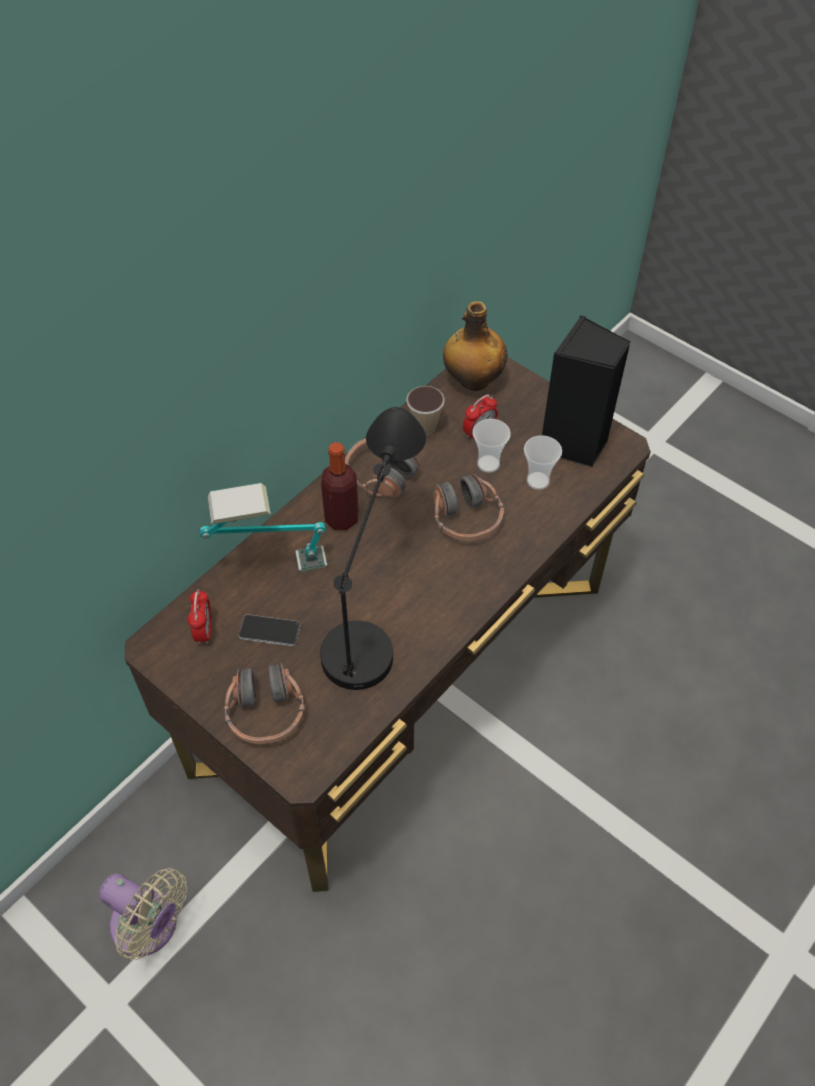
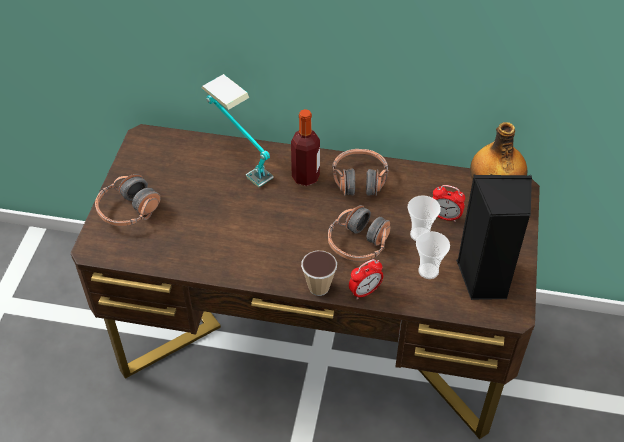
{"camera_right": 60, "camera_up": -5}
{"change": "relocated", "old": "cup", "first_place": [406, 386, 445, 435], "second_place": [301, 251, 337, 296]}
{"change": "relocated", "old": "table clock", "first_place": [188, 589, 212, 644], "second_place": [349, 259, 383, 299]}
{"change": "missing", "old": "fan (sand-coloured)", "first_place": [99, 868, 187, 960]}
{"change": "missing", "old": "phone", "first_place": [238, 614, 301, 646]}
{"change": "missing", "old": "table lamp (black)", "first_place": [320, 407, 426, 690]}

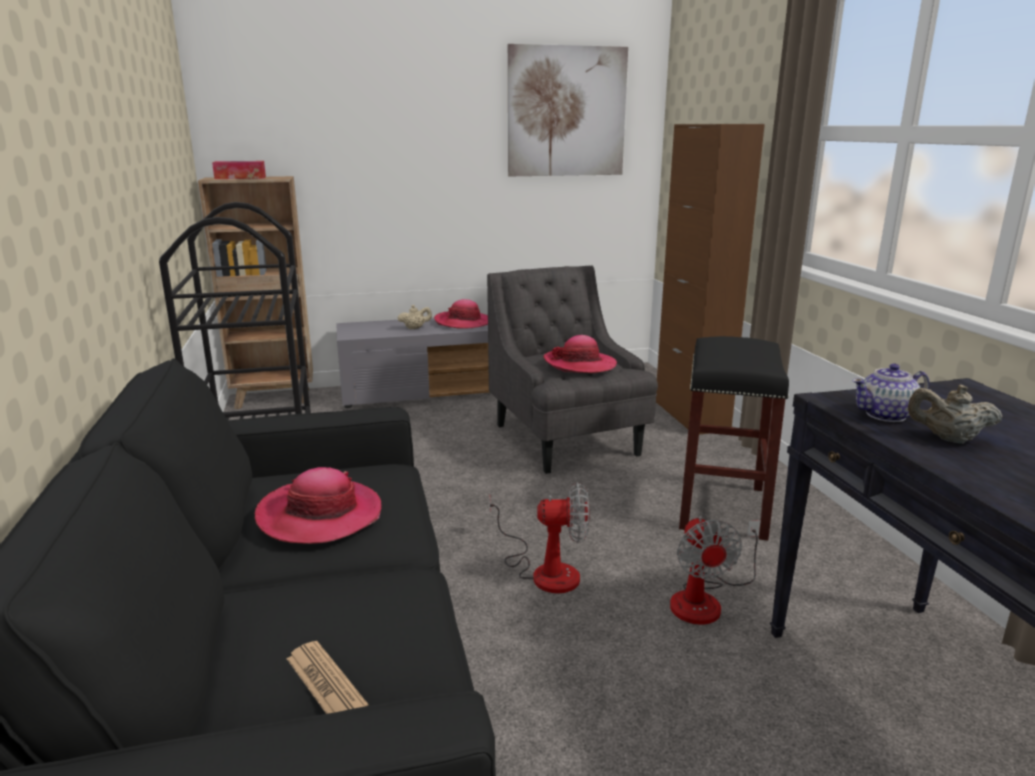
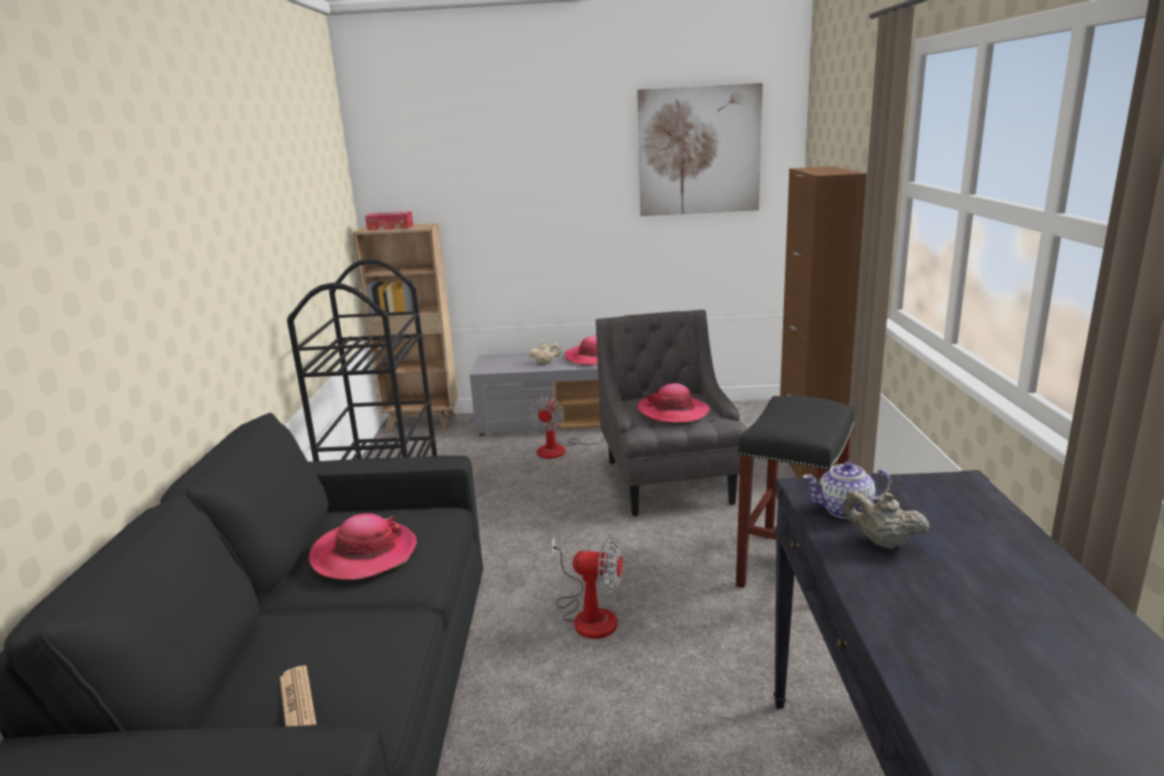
{"camera_right": 15, "camera_up": 0}
{"change": "relocated", "old": "fan", "first_place": [670, 516, 761, 625], "second_place": [528, 396, 605, 459]}

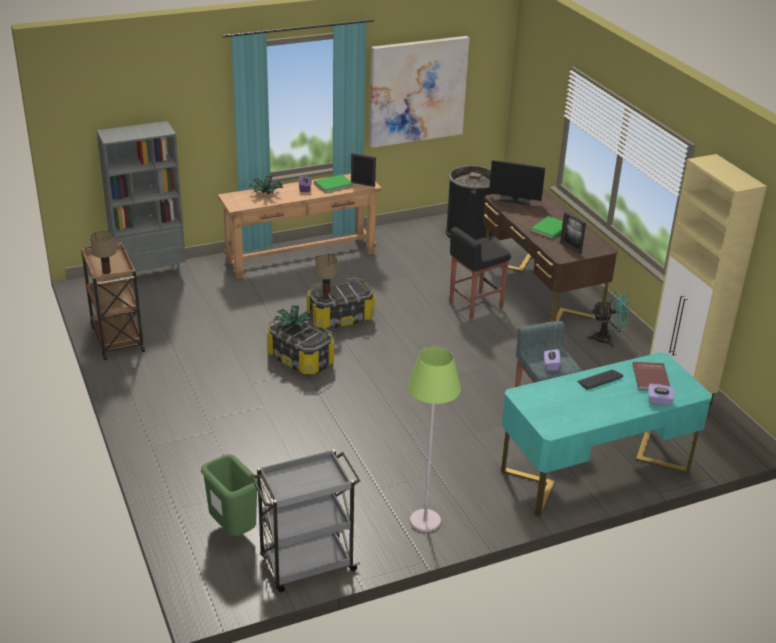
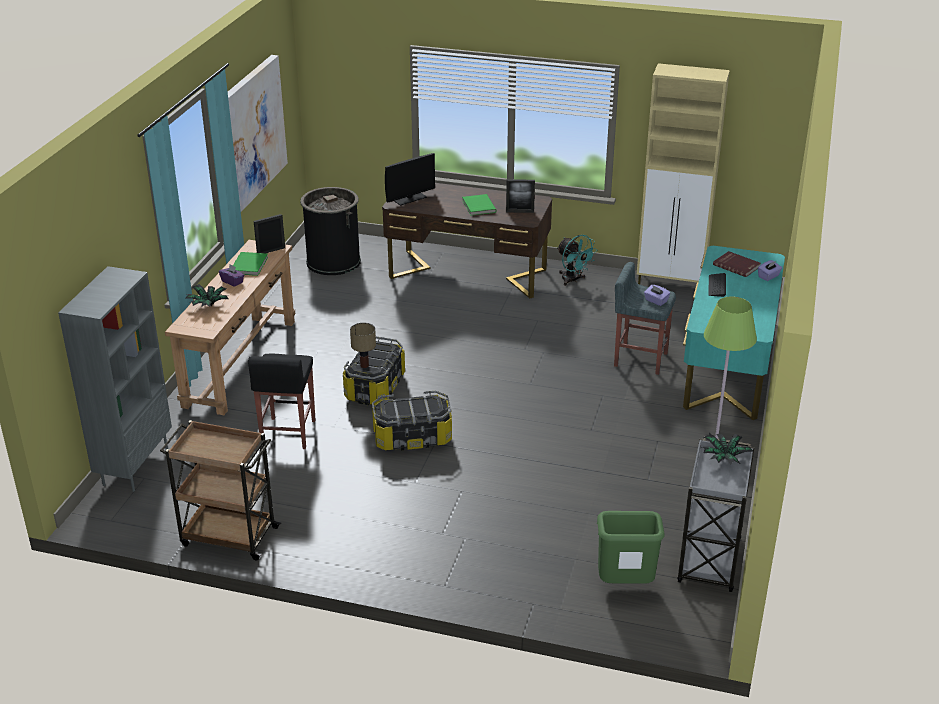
{"camera_right": -50, "camera_up": 0}
{"change": "relocated", "old": "stool (black)", "first_place": [450, 227, 510, 319], "second_place": [248, 354, 315, 449]}
{"change": "spun", "old": "fan (turquoise-coloured)", "first_place": [587, 291, 630, 347], "second_place": [557, 235, 597, 286], "degrees": 105}
{"change": "relocated", "old": "houseplant", "first_place": [274, 305, 313, 329], "second_place": [702, 433, 754, 465]}
{"change": "missing", "old": "table lamp", "first_place": [90, 231, 116, 274]}

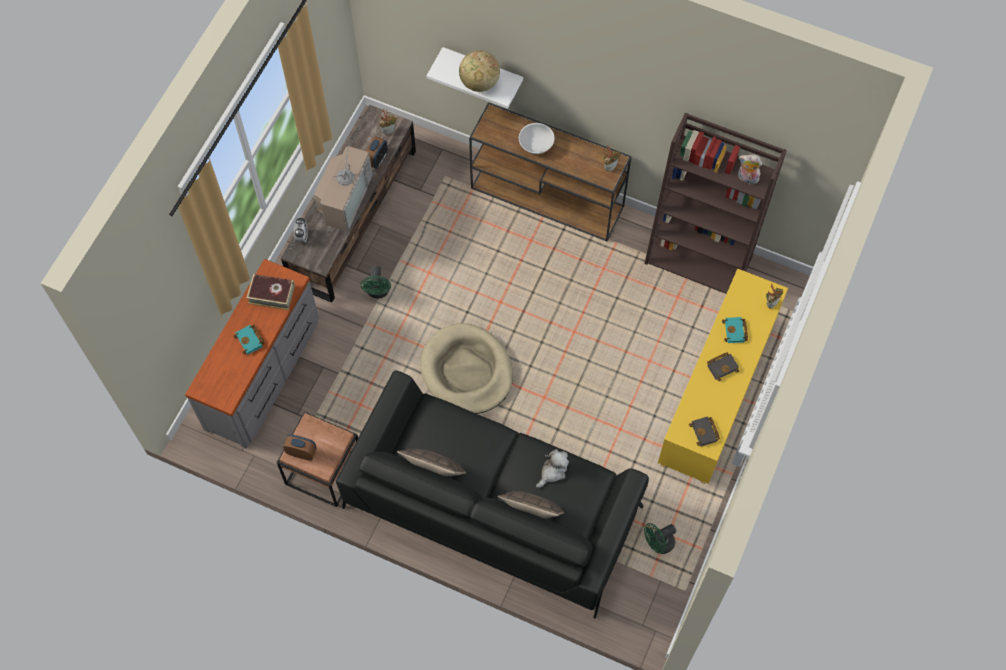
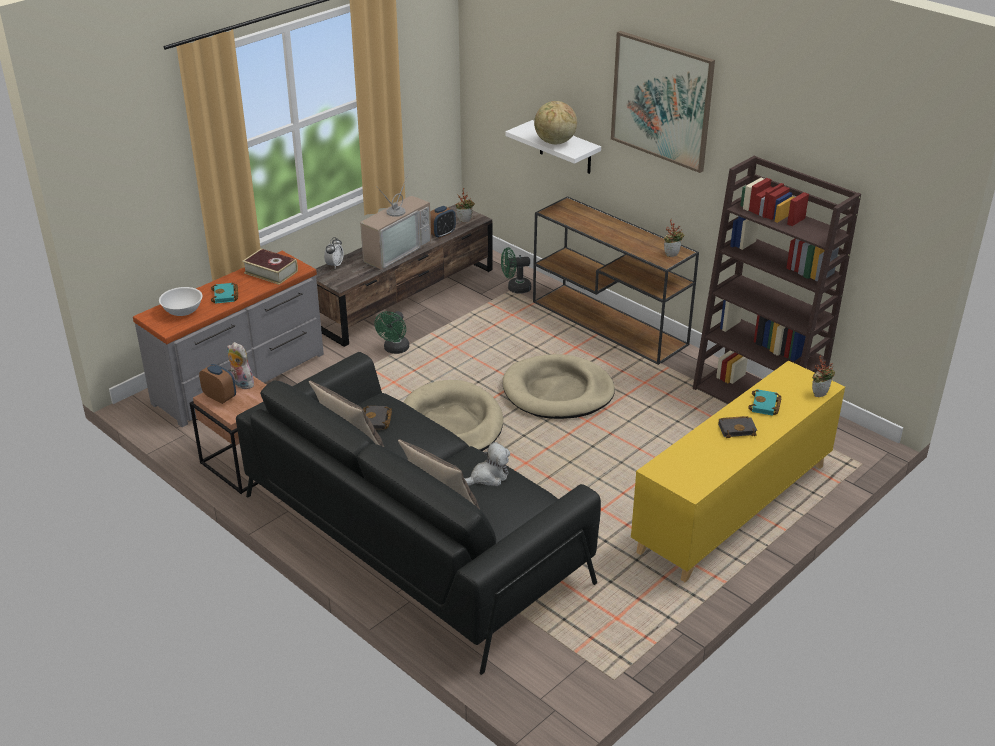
{"camera_right": 20, "camera_up": -30}
{"change": "relocated", "old": "deep dish (white-coloured)", "first_place": [519, 123, 555, 154], "second_place": [159, 287, 202, 316]}
{"change": "relocated", "old": "plush toy", "first_place": [738, 154, 762, 184], "second_place": [227, 342, 254, 389]}
{"change": "relocated", "old": "book (black)", "first_place": [689, 416, 720, 446], "second_place": [363, 406, 392, 430]}
{"change": "relocated", "old": "fan (green-coloured)", "first_place": [644, 523, 676, 554], "second_place": [501, 247, 531, 293]}
{"change": "appeared", "new": "dog bed (sand-coloured)", "second_place": [503, 354, 615, 419]}
{"change": "appeared", "new": "wall picture", "second_place": [611, 31, 715, 173]}

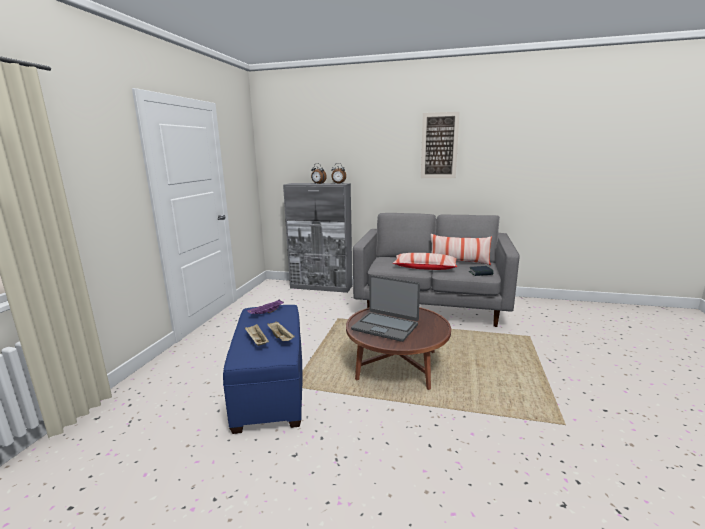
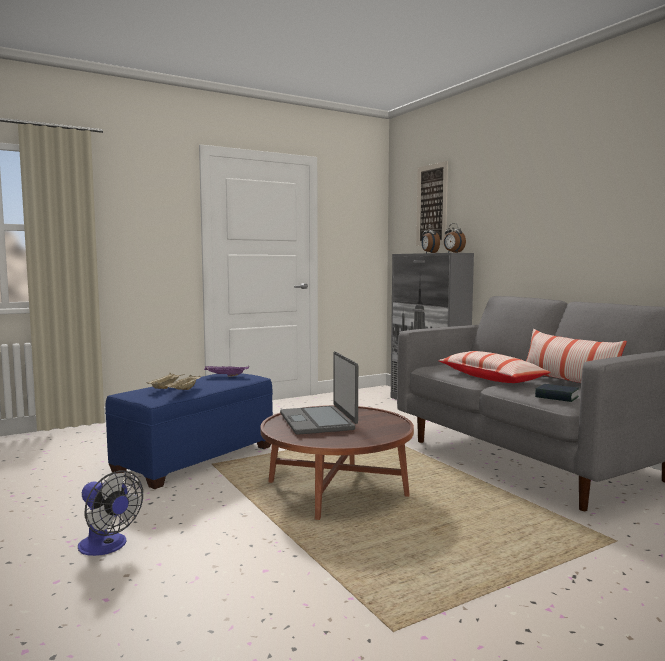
{"camera_right": 45, "camera_up": -10}
{"change": "appeared", "new": "fan", "second_place": [78, 470, 143, 556]}
{"change": "relocated", "old": "wall picture", "first_place": [421, 112, 460, 178], "second_place": [416, 161, 448, 246]}

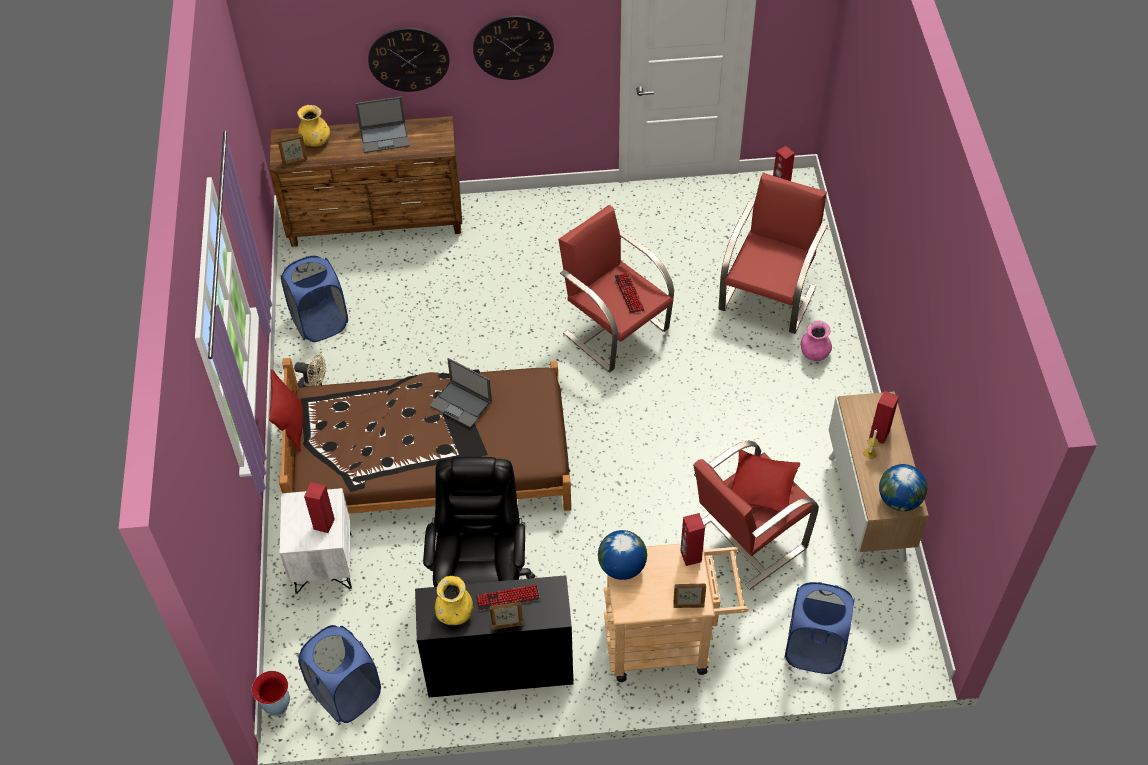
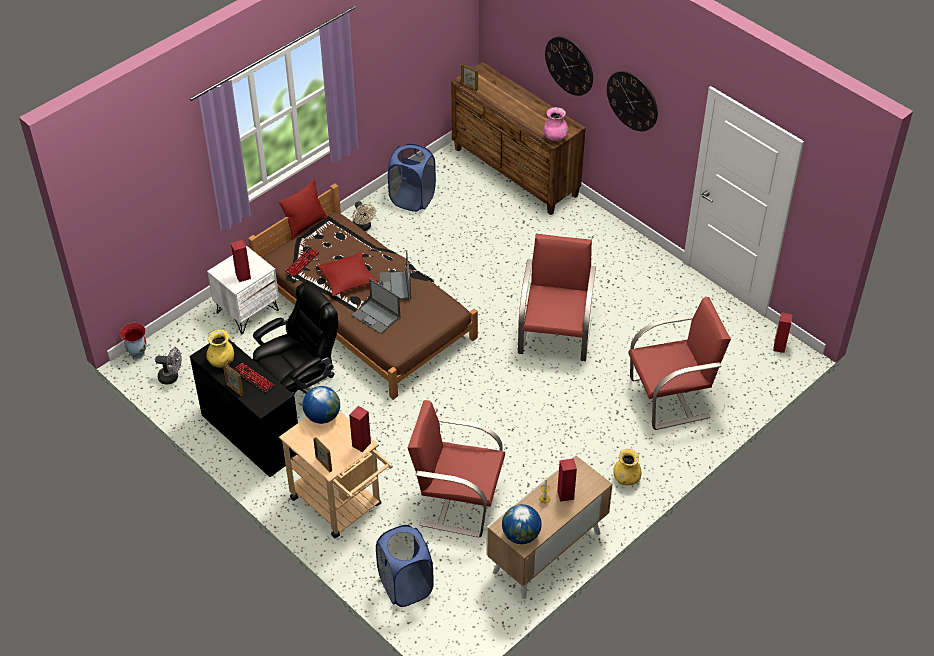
{"camera_right": 50, "camera_up": -5}
{"change": "exchanged", "old": "washing basket (blue-coloured)", "new": "fan (grey)", "first_place": [298, 625, 381, 723], "second_place": [155, 348, 182, 384]}
{"change": "relocated", "old": "keyboard", "first_place": [614, 273, 645, 313], "second_place": [285, 248, 319, 277]}
{"change": "relocated", "old": "pillow (red-coloured)", "first_place": [731, 450, 800, 517], "second_place": [317, 252, 378, 296]}
{"change": "relocated", "old": "laptop", "first_place": [355, 96, 410, 153], "second_place": [352, 278, 400, 334]}
{"change": "relocated", "old": "flower vase (pink)", "first_place": [801, 321, 832, 361], "second_place": [544, 107, 568, 141]}
{"change": "relocated", "old": "flower vase (yellowish)", "first_place": [297, 105, 330, 147], "second_place": [613, 449, 641, 486]}

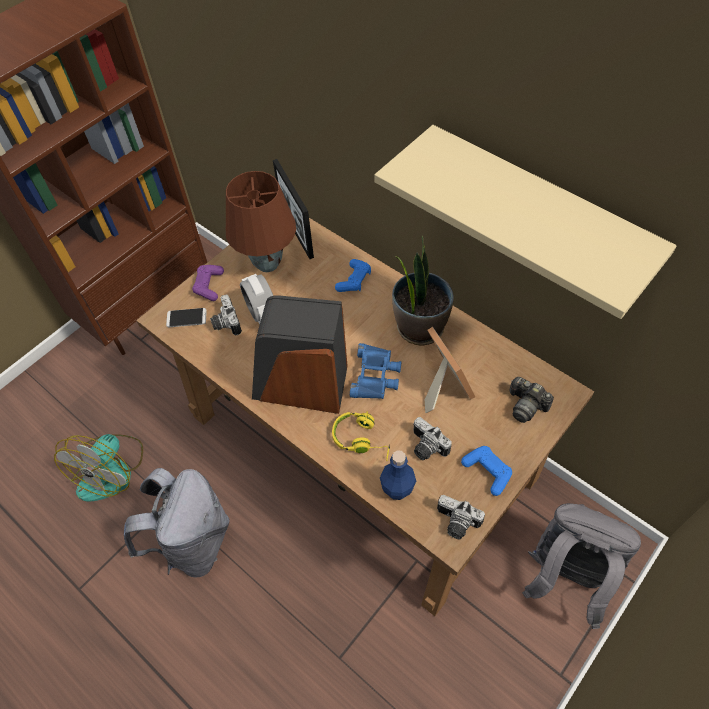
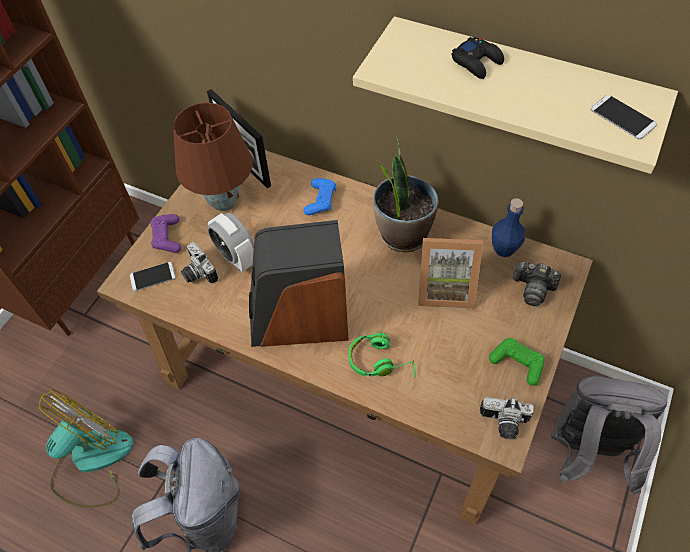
{"camera_right": -15, "camera_up": 0}
{"change": "spun", "old": "fan", "first_place": [54, 434, 143, 502], "second_place": [38, 389, 133, 508], "degrees": -150}
{"change": "colour", "old": "headset (yellowish)", "new": "headset (green-coloured)", "first_place": [332, 411, 390, 461], "second_place": [348, 330, 416, 377]}
{"change": "spun", "old": "photo frame", "first_place": [425, 327, 475, 413], "second_place": [418, 238, 483, 309], "degrees": 135}
{"change": "appeared", "new": "joypad (black)", "second_place": [452, 37, 504, 79]}
{"change": "colour", "old": "joypad (blue-coloured)", "new": "joypad (green-coloured)", "first_place": [461, 446, 512, 496], "second_place": [489, 338, 544, 386]}
{"change": "relocated", "old": "beverage bottle (blue-coloured)", "first_place": [380, 450, 416, 500], "second_place": [492, 198, 525, 257]}
{"change": "appeared", "new": "phone", "second_place": [591, 95, 657, 139]}
{"change": "missing", "old": "binoculars (blue-coloured)", "first_place": [350, 343, 401, 399]}
{"change": "missing", "old": "photo camera", "first_place": [413, 417, 452, 460]}

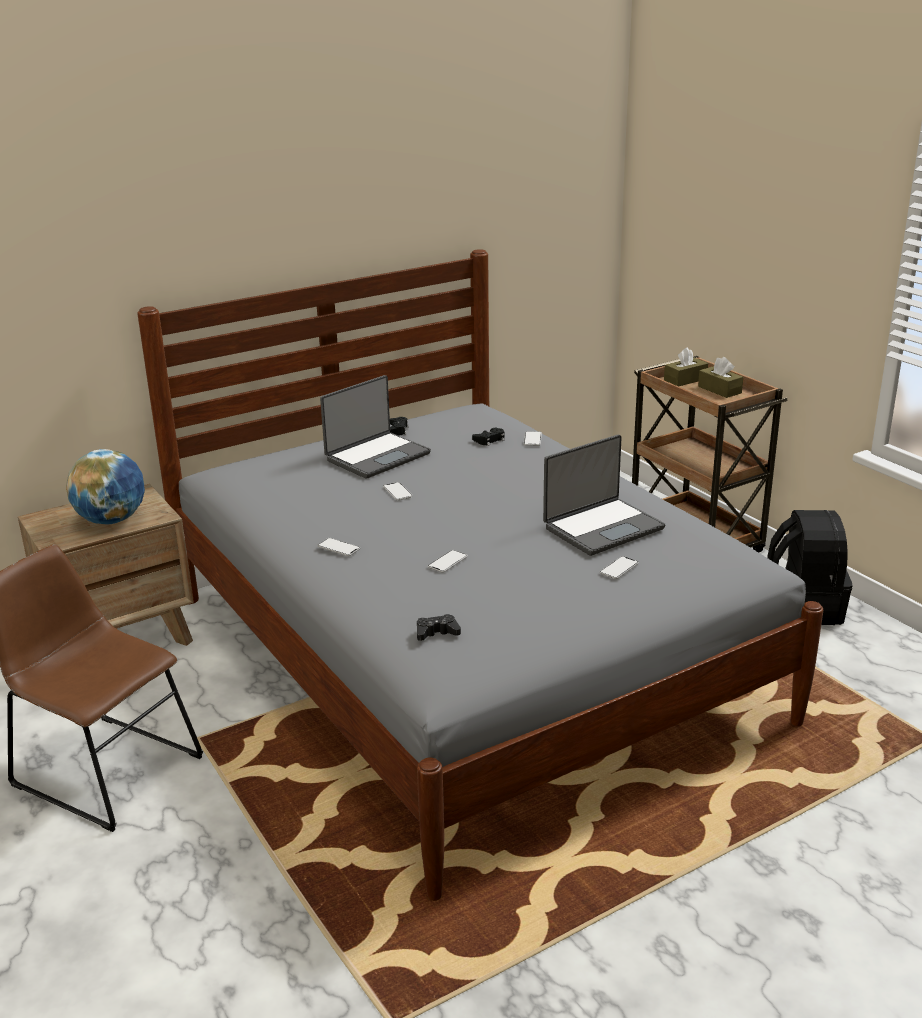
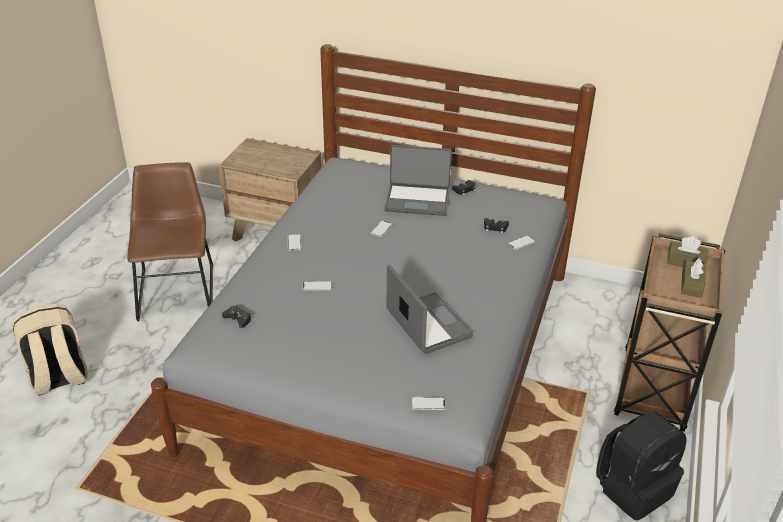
{"camera_right": 50, "camera_up": 10}
{"change": "appeared", "new": "rucksack (sand-coloured)", "second_place": [12, 304, 88, 396]}
{"change": "spun", "old": "laptop", "first_place": [543, 435, 666, 556], "second_place": [386, 265, 473, 354], "degrees": -135}
{"change": "relocated", "old": "phone", "first_place": [600, 556, 639, 579], "second_place": [411, 397, 446, 410]}
{"change": "missing", "old": "desk globe", "first_place": [66, 449, 145, 525]}

